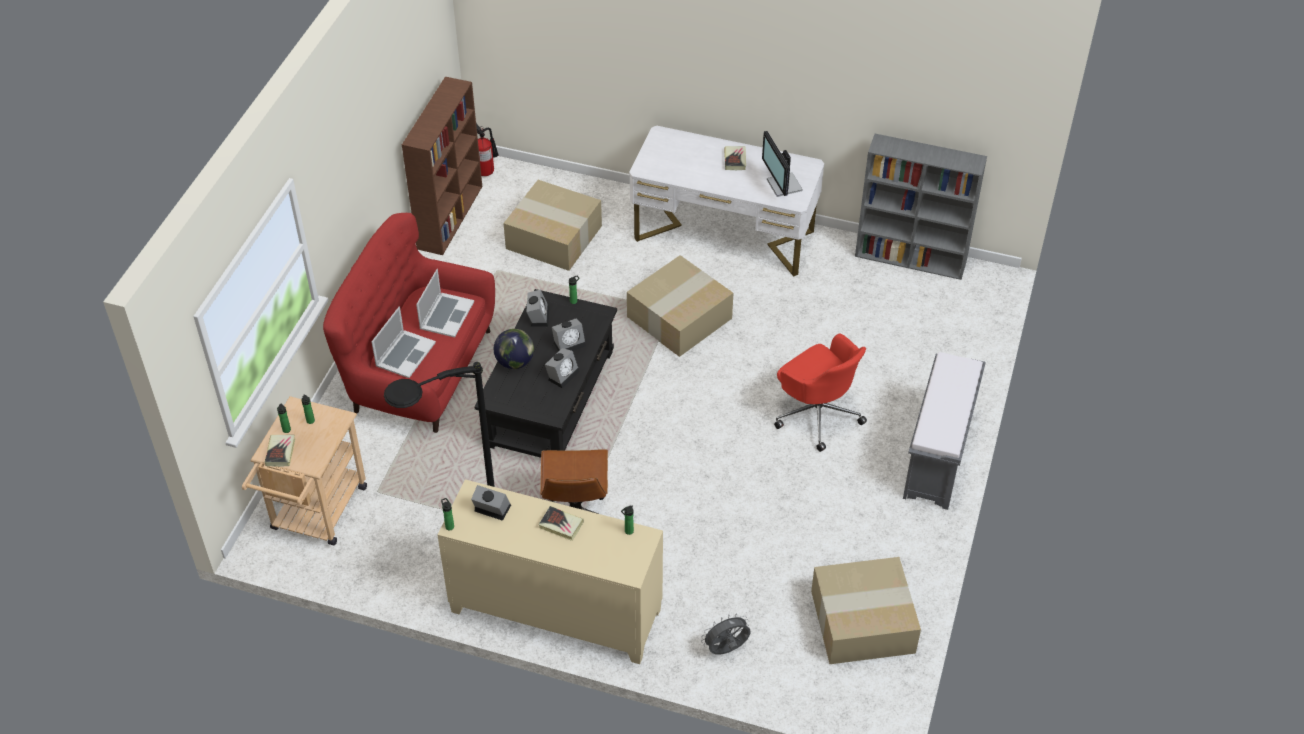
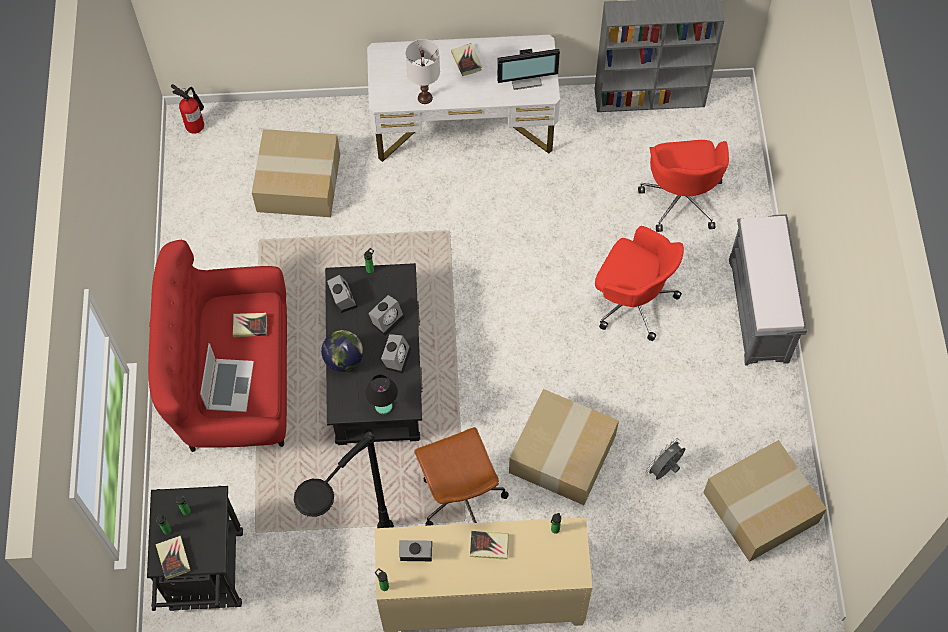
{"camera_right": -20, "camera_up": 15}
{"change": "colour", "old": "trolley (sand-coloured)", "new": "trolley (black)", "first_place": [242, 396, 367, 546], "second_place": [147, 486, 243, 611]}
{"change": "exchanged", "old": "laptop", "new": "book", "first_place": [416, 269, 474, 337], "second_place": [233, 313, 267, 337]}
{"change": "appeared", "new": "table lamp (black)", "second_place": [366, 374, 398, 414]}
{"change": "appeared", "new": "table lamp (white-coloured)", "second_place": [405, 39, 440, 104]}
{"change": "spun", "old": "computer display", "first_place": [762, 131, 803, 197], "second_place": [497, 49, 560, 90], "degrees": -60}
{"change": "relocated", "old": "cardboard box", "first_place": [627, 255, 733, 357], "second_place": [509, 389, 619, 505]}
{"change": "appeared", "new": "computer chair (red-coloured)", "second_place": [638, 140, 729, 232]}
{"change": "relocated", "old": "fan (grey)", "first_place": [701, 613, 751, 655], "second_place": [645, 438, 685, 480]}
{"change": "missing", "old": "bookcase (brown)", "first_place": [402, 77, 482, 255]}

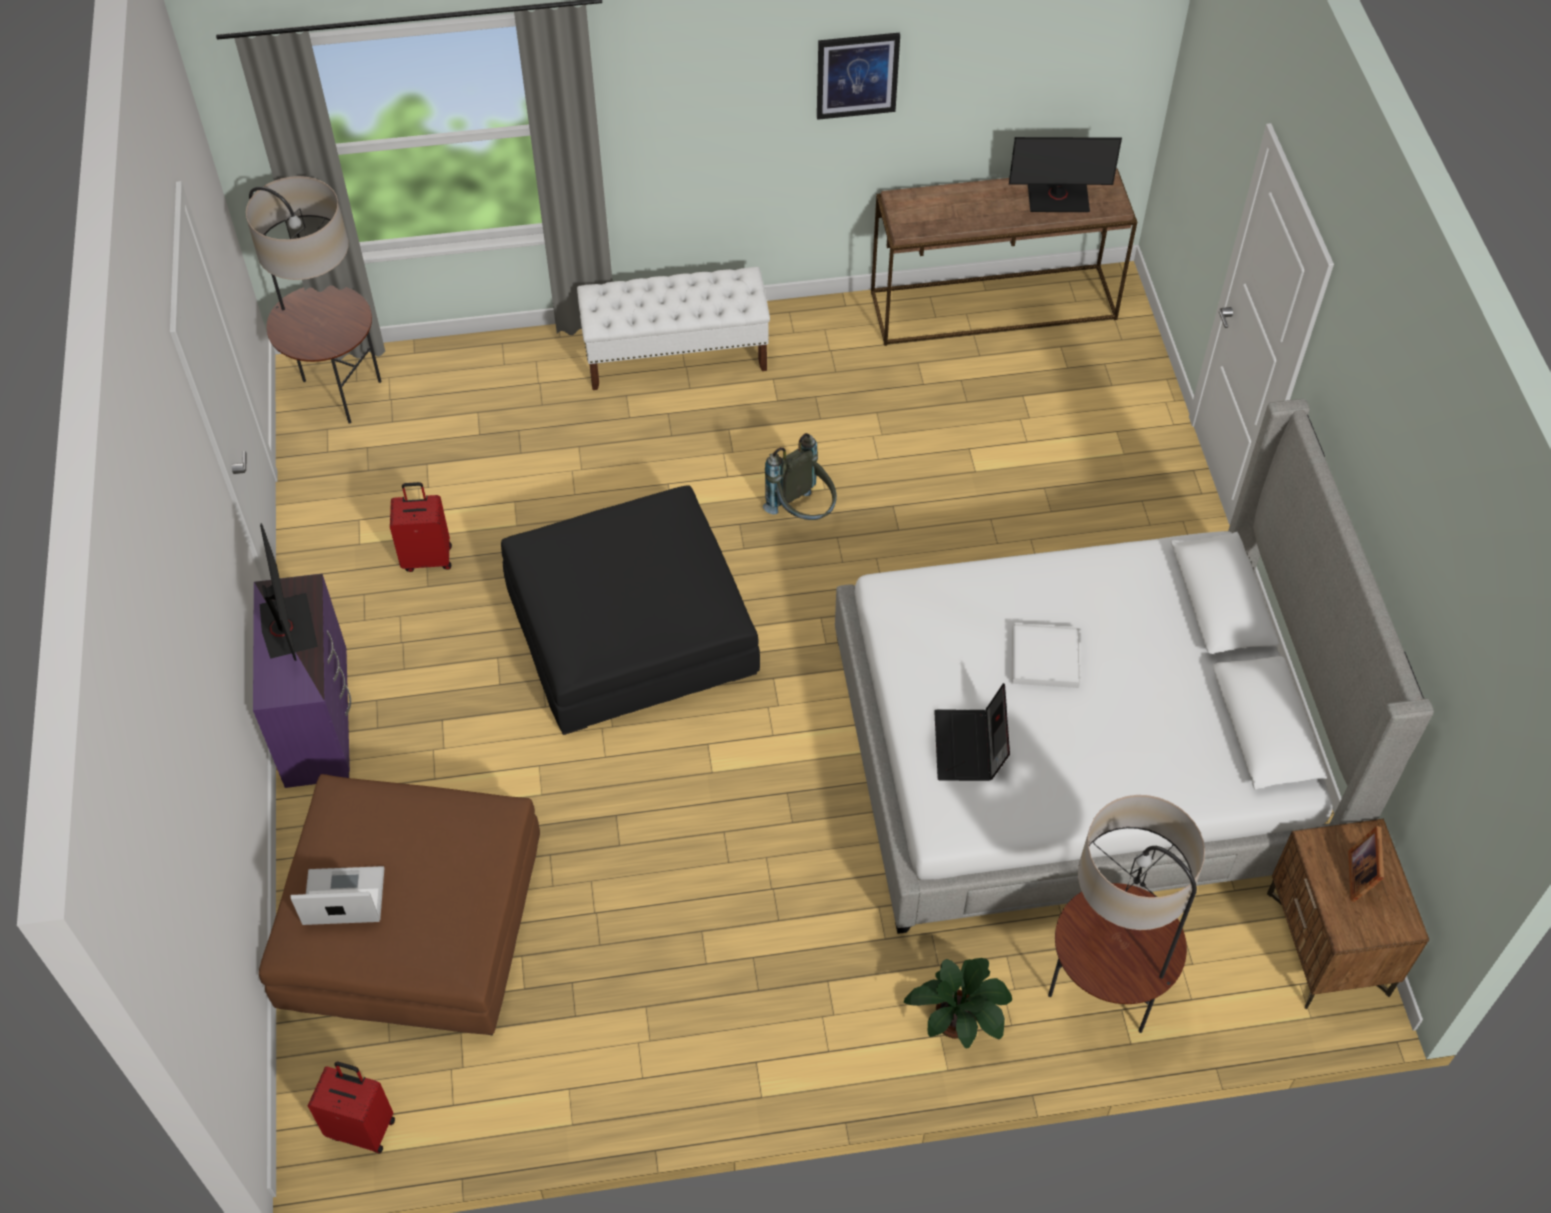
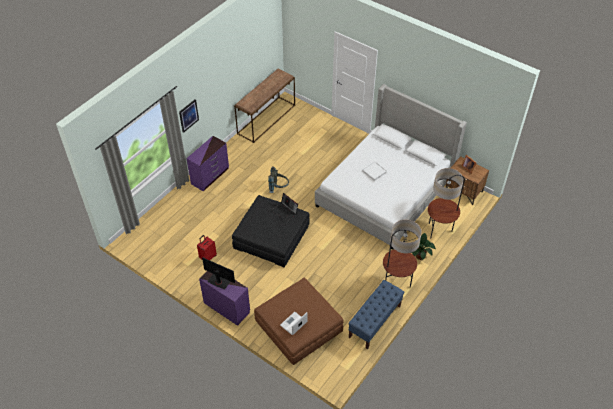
{"camera_right": -45, "camera_up": -5}
{"change": "relocated", "old": "wall picture", "first_place": [817, 33, 900, 120], "second_place": [179, 99, 199, 133]}
{"change": "exchanged", "old": "bench (white-coloured)", "new": "dresser (purplish)", "first_place": [577, 267, 770, 390], "second_place": [186, 136, 229, 191]}
{"change": "relocated", "old": "laptop", "first_place": [934, 683, 1010, 781], "second_place": [271, 193, 298, 222]}
{"change": "appeared", "new": "bench (blue-coloured)", "second_place": [348, 280, 404, 350]}
{"change": "relocated", "old": "floor lamp", "first_place": [246, 176, 381, 424], "second_place": [383, 219, 422, 287]}
{"change": "missing", "old": "piece of luggage (red-coloured)", "first_place": [308, 1061, 395, 1154]}
{"change": "missing", "old": "computer display", "first_place": [1009, 137, 1122, 212]}

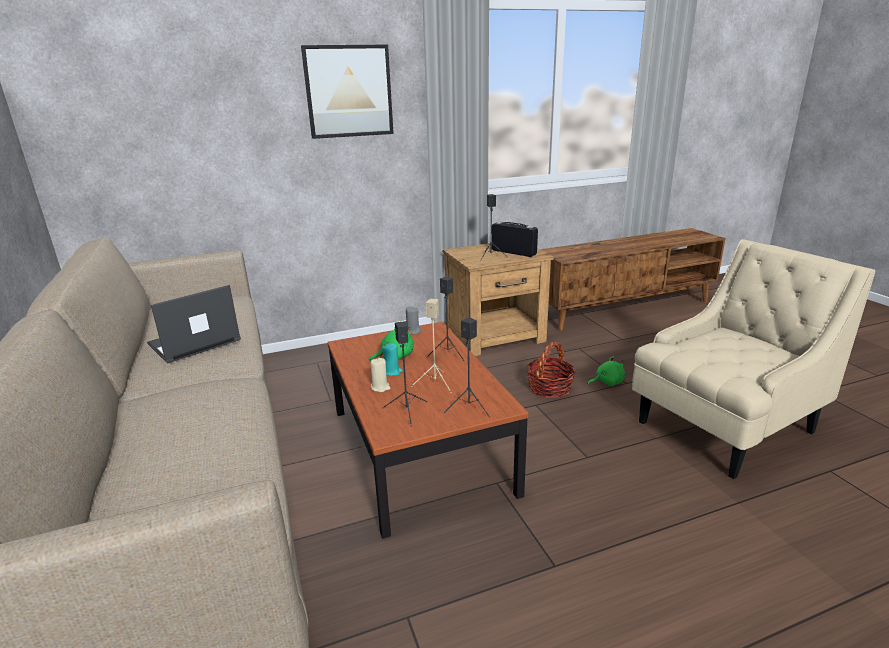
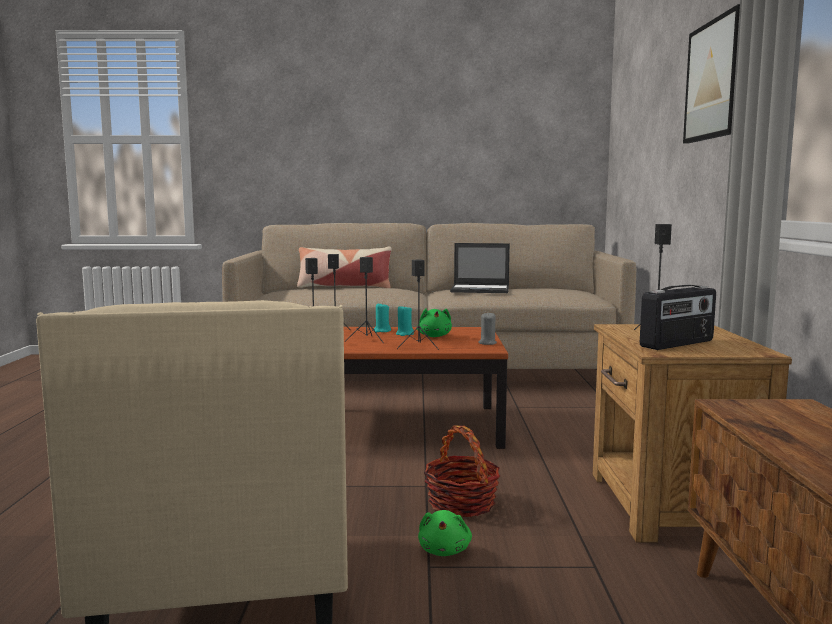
{"camera_right": 110, "camera_up": -15}
{"change": "appeared", "new": "pillow", "second_place": [297, 247, 392, 288]}
{"change": "colour", "old": "audio speaker (sand-coloured)", "new": "audio speaker (black)", "first_place": [411, 299, 452, 393], "second_place": [345, 257, 383, 342]}
{"change": "colour", "old": "candle (sand-coloured)", "new": "candle (turquoise-coloured)", "first_place": [370, 358, 391, 392], "second_place": [374, 303, 391, 332]}
{"change": "spun", "old": "laptop", "first_place": [147, 285, 241, 364], "second_place": [450, 243, 510, 293], "degrees": 120}

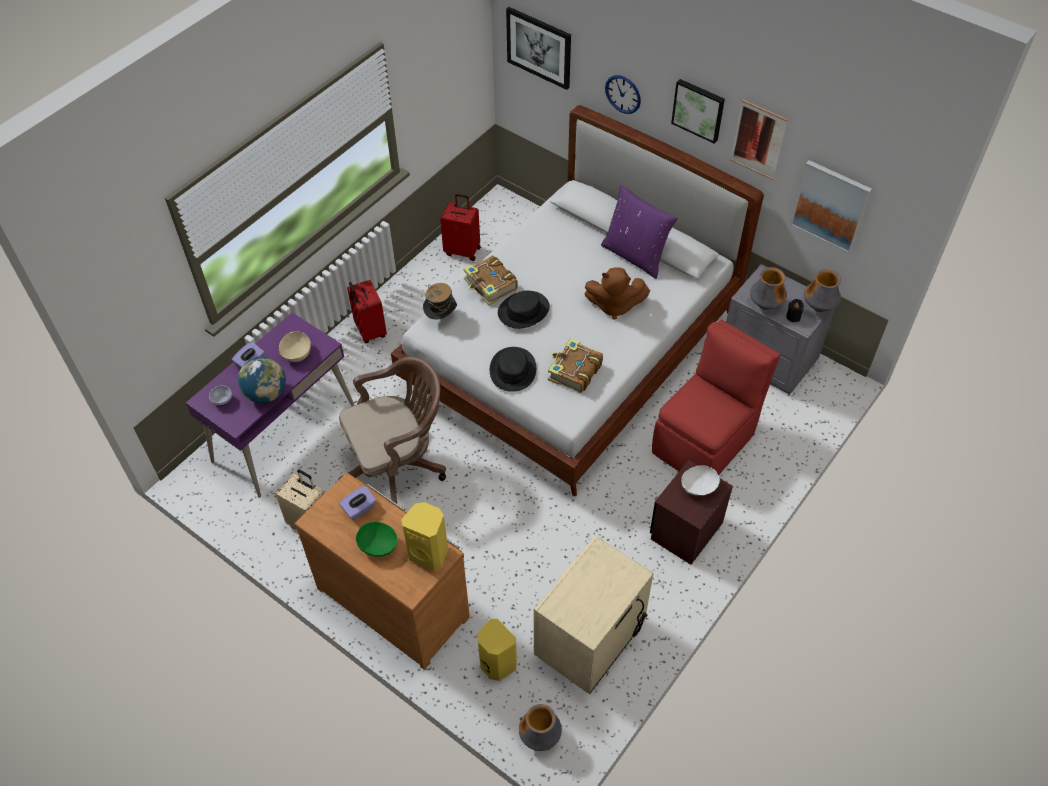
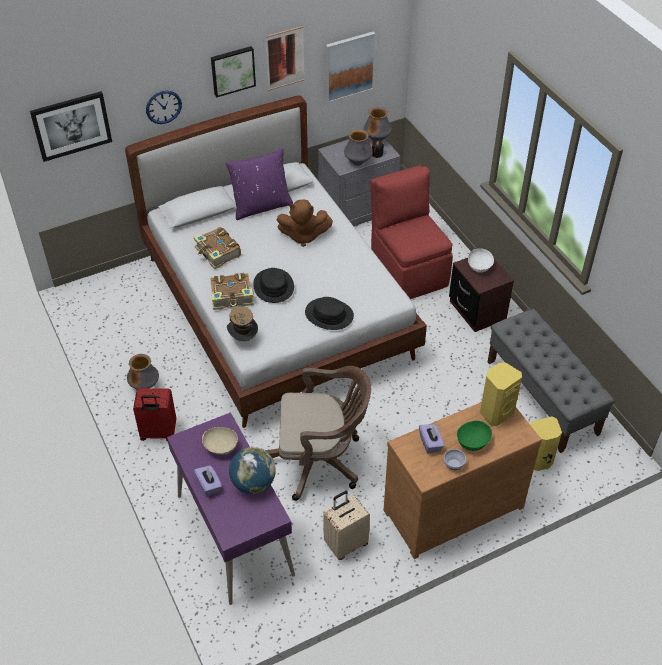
{"camera_right": -65, "camera_up": -5}
{"change": "relocated", "old": "flower vase", "first_place": [519, 704, 562, 751], "second_place": [127, 354, 159, 389]}
{"change": "relocated", "old": "book", "first_place": [548, 338, 603, 393], "second_place": [194, 227, 241, 269]}
{"change": "spun", "old": "computer chair (brown)", "first_place": [338, 357, 446, 503], "second_place": [265, 366, 371, 501], "degrees": 90}
{"change": "spun", "old": "plush toy (brown)", "first_place": [585, 268, 650, 320], "second_place": [277, 200, 333, 247], "degrees": 60}
{"change": "relocated", "old": "deep dish", "first_place": [209, 386, 232, 406], "second_place": [444, 449, 466, 470]}
{"change": "exchanged", "old": "night table (sand-coloured)", "new": "bench (grey)", "first_place": [534, 536, 654, 694], "second_place": [488, 309, 615, 453]}
{"change": "missing", "old": "piece of luggage (red-coloured)", "first_place": [440, 194, 481, 261]}

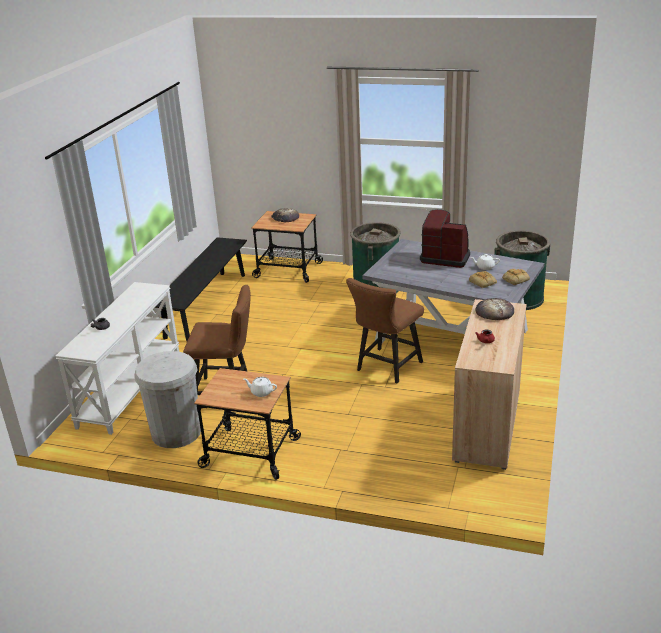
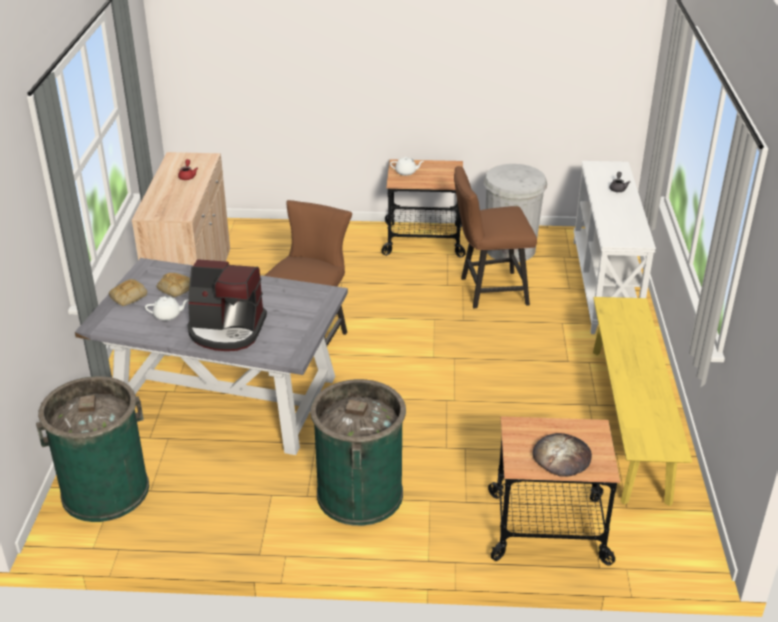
{"camera_right": 165, "camera_up": 5}
{"change": "colour", "old": "bench (black)", "new": "bench (yellowish)", "first_place": [155, 237, 247, 341], "second_place": [593, 297, 692, 506]}
{"change": "missing", "old": "bread", "first_place": [475, 298, 514, 320]}

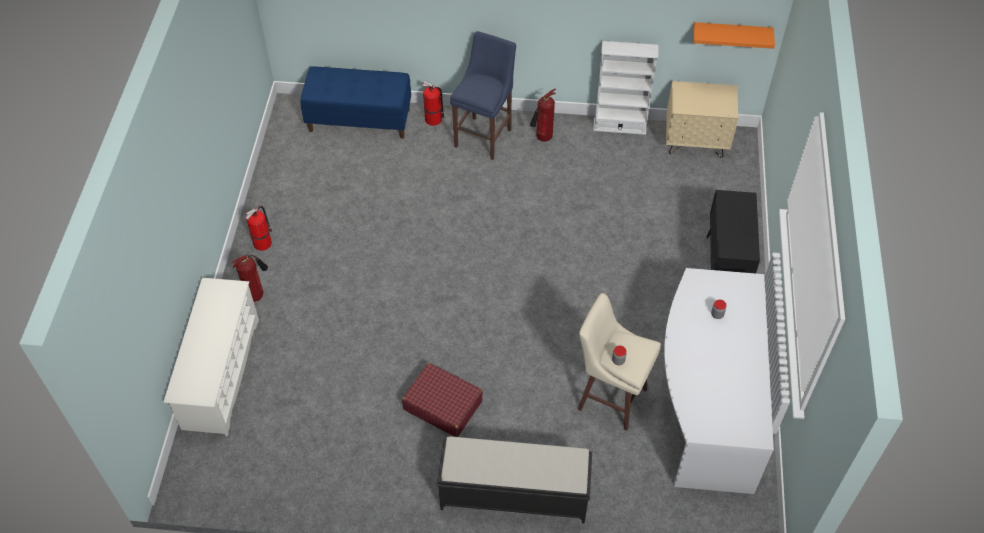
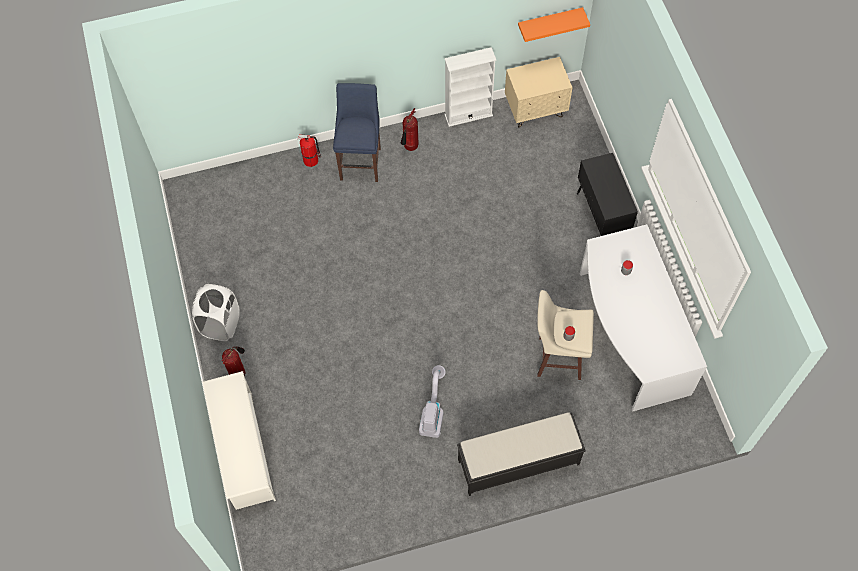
{"camera_right": -20, "camera_up": 10}
{"change": "exchanged", "old": "extinguisher", "new": "washing basket (white-coloured)", "first_place": [246, 206, 272, 251], "second_place": [192, 284, 240, 341]}
{"change": "exchanged", "old": "piece of luggage (red-coloured)", "new": "hoover", "first_place": [402, 363, 483, 437], "second_place": [419, 365, 445, 438]}
{"change": "missing", "old": "bench (blue-coloured)", "first_place": [300, 66, 411, 139]}

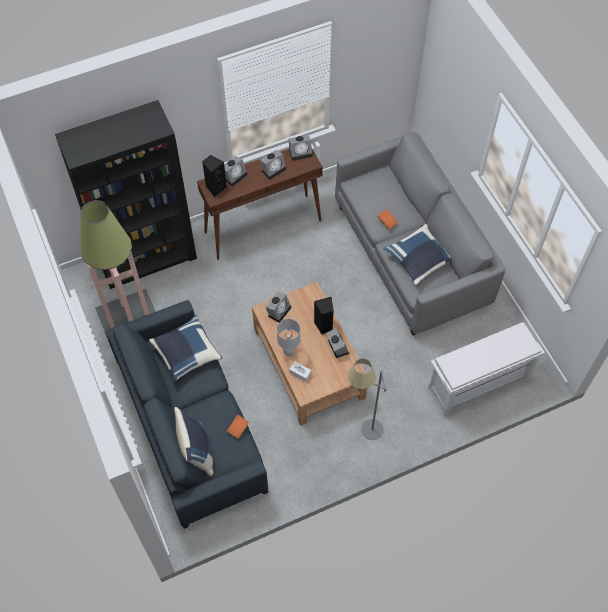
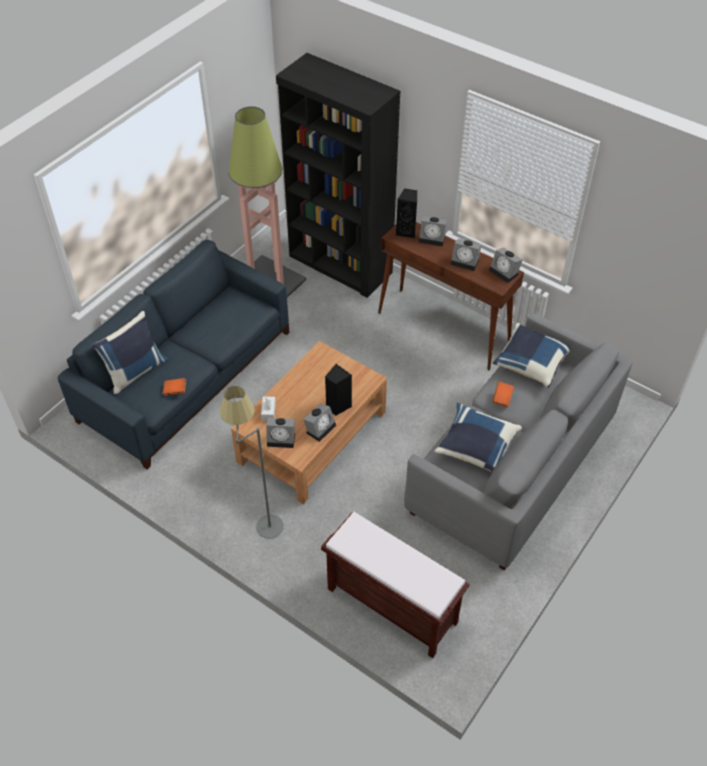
{"camera_right": 60, "camera_up": -10}
{"change": "relocated", "old": "table clock", "first_place": [266, 292, 291, 323], "second_place": [266, 418, 295, 448]}
{"change": "colour", "old": "bench (white-coloured)", "new": "bench (brown)", "first_place": [428, 322, 545, 417], "second_place": [321, 512, 470, 658]}
{"change": "relocated", "old": "pillow (blue-coloured)", "first_place": [149, 315, 222, 382], "second_place": [493, 323, 571, 388]}
{"change": "missing", "old": "table lamp (white-coloured)", "first_place": [277, 319, 301, 356]}

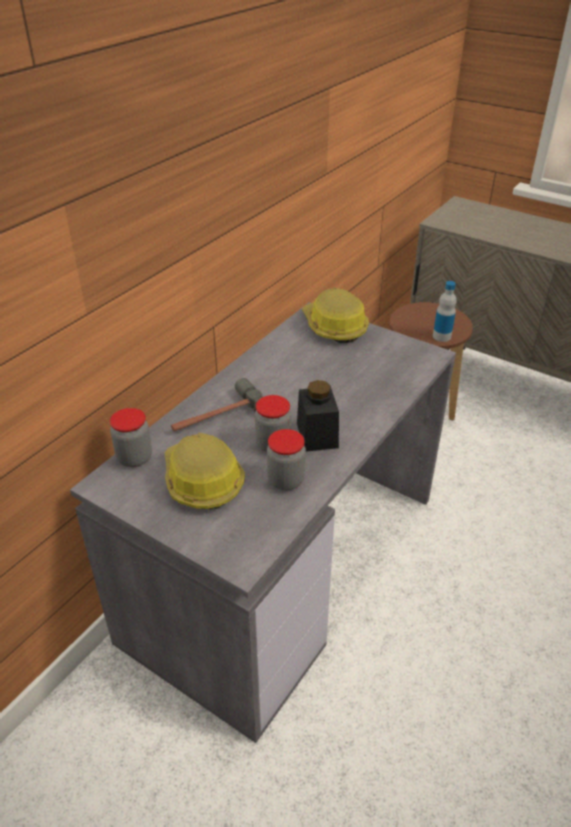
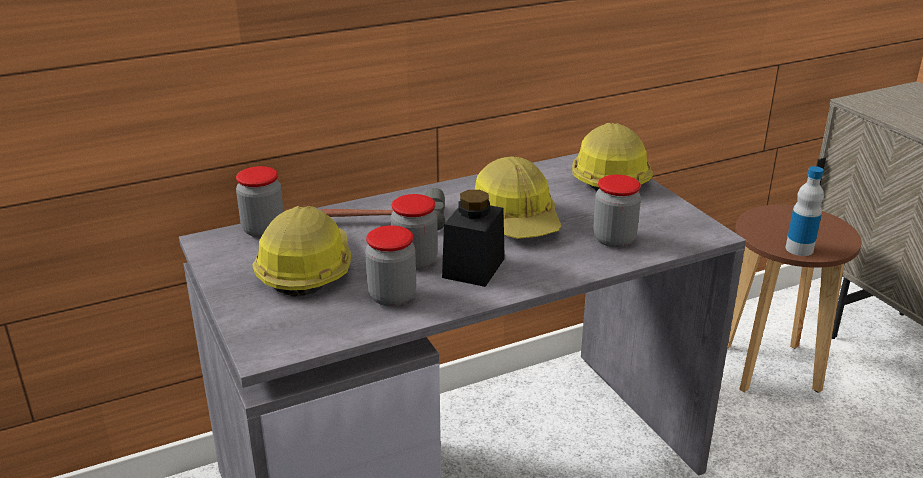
{"camera_right": 30, "camera_up": -10}
{"change": "appeared", "new": "hard hat", "second_place": [474, 157, 562, 239]}
{"change": "appeared", "new": "preserve jar", "second_place": [593, 175, 641, 248]}

